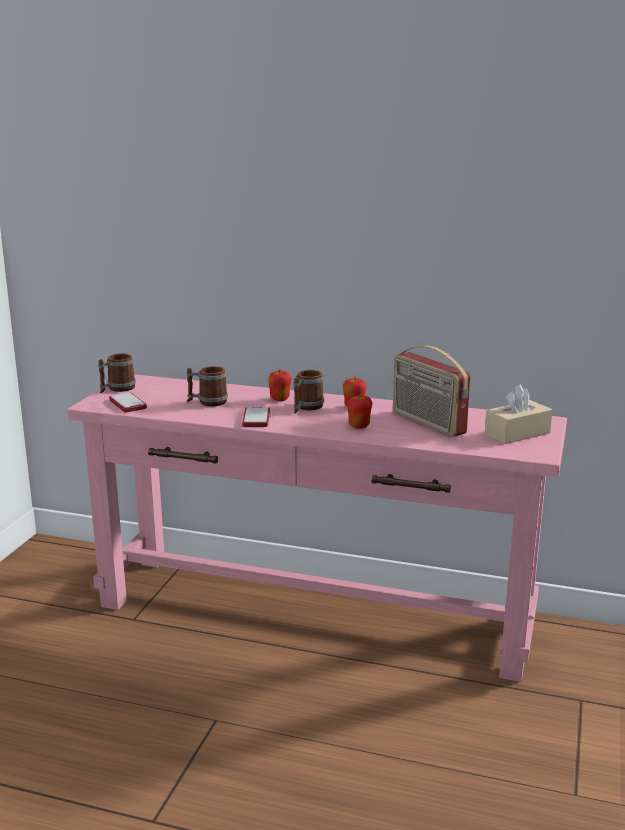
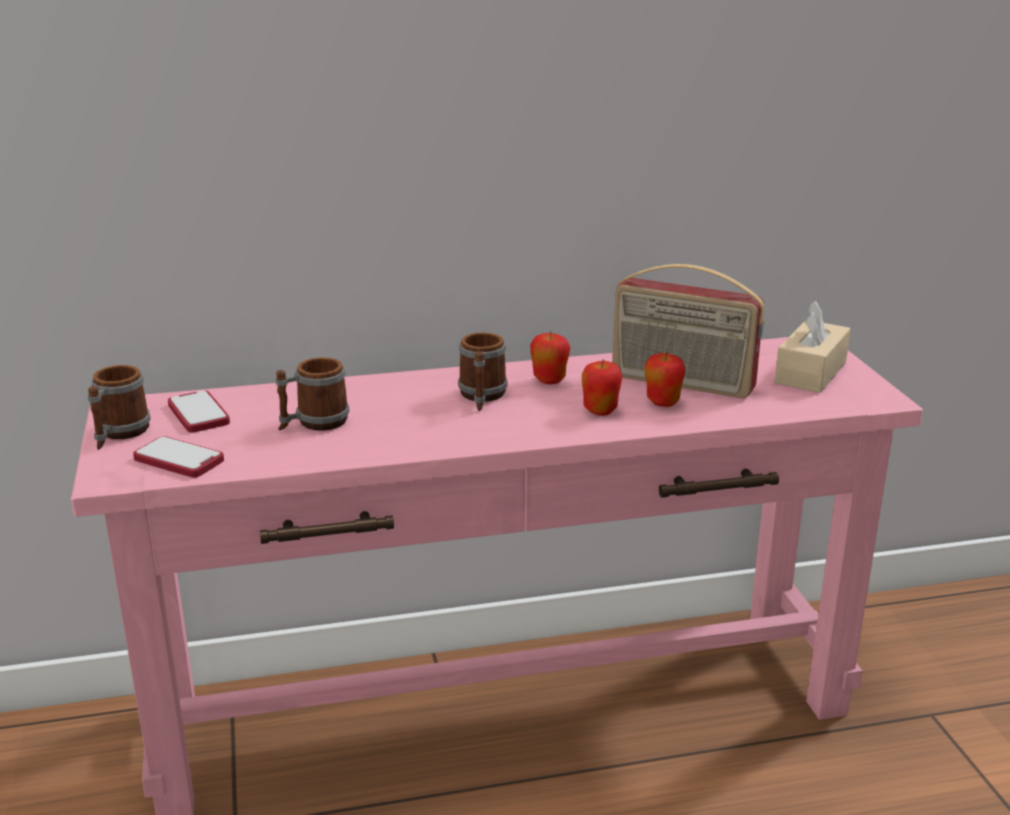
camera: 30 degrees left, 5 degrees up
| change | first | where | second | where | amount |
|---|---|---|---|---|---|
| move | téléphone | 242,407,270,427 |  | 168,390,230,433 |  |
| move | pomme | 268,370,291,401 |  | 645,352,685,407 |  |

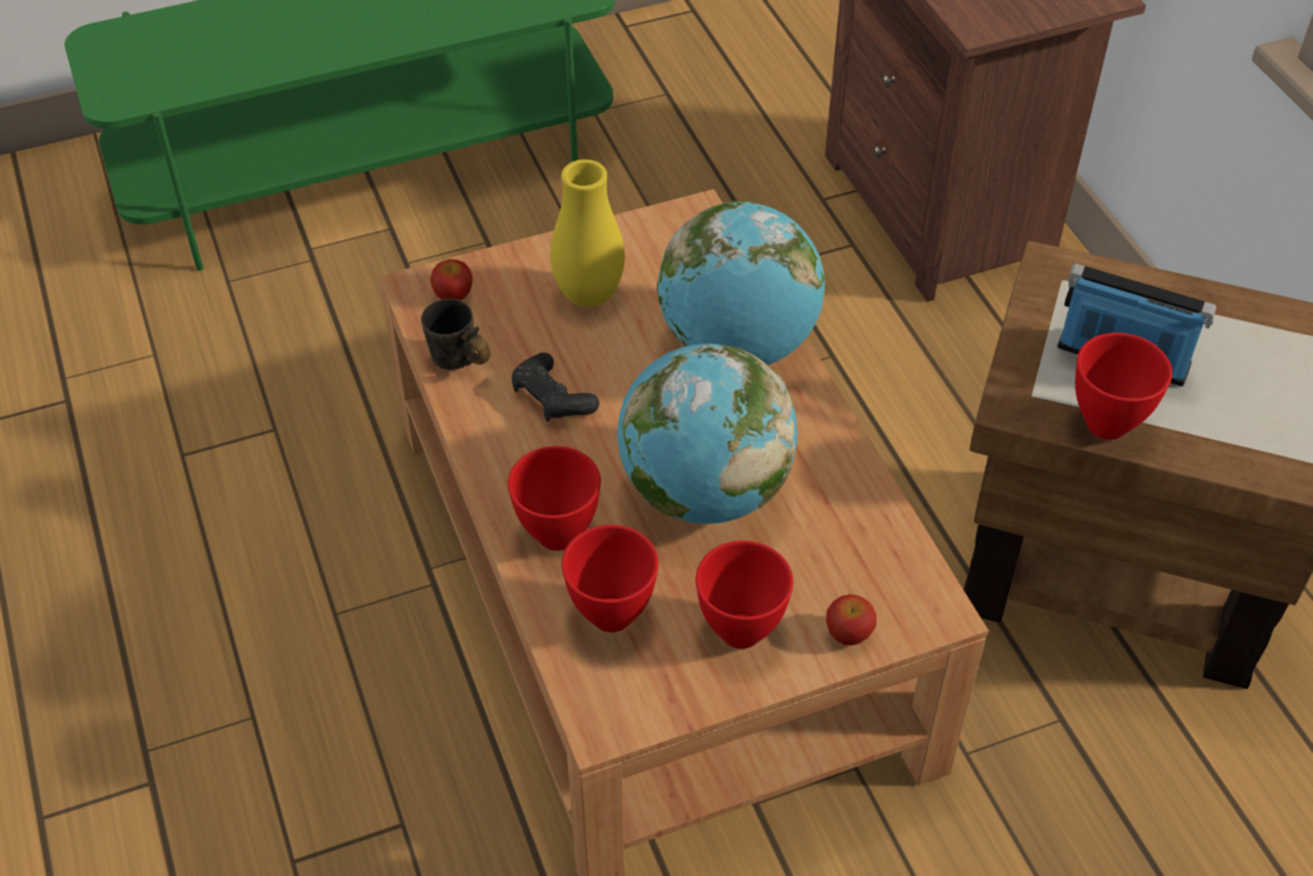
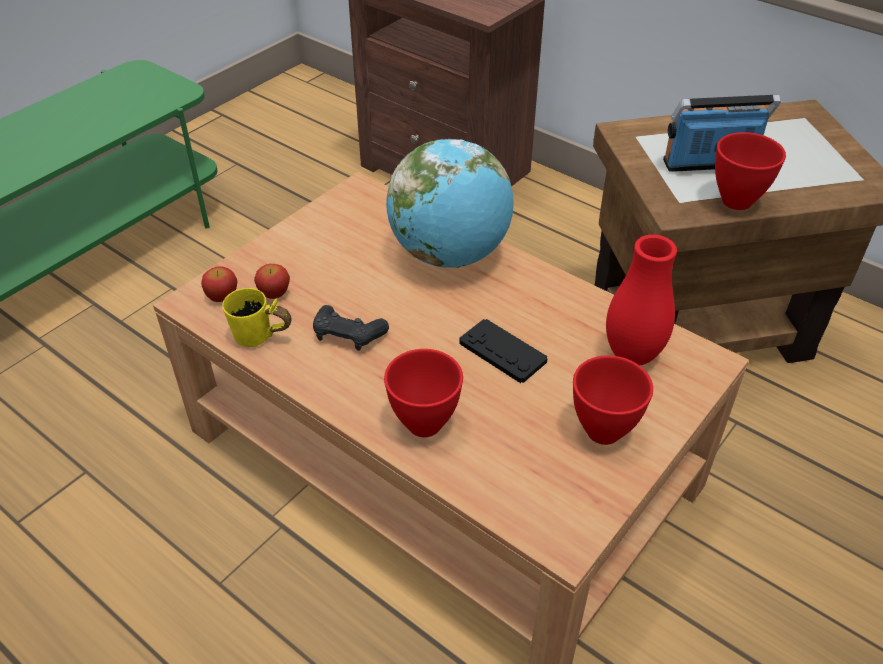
camera: 30 degrees left, 5 degrees down
| change | first | where | second | where | amount |
|---|---|---|---|---|---|
| recolor | mug (gris) | 421,299,491,370 | mug (jaune) | 222,288,292,347 |  |
| delete | vase (jaune) | 550,159,625,307 |  |  |  |
| delete | bol (rouge) | 562,525,659,632 |  |  |  |
| replace | globe | 617,343,798,524 | manette (noir) | 459,319,548,383 |  |
| move | pomme | 826,594,876,645 |  | 254,264,290,299 |  |
| insert |  |  | vase (rouge) | 606,235,677,366 |  |

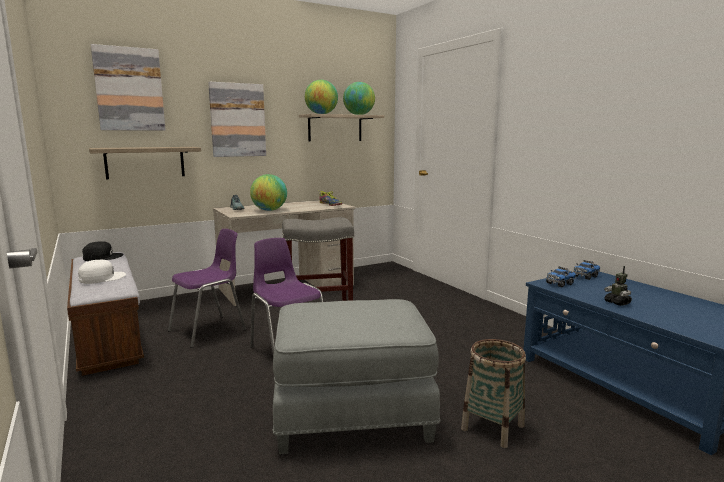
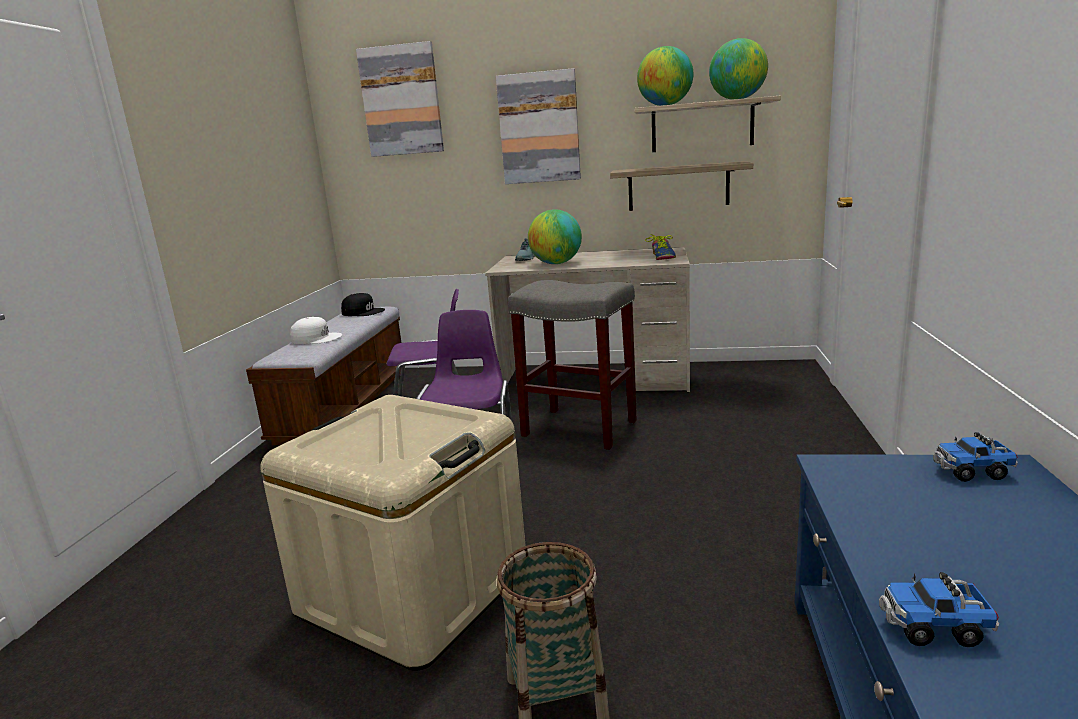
camera: 40 degrees right, 5 degrees up
| change | first | where | second | where | amount |
|---|---|---|---|---|---|
| move | étagère | 89,147,201,179 |  | 610,161,753,211 |  |
| replace | pouf (gris) | 273,299,440,454 | boîte de rangement (beige) | 260,395,526,671 |  |
| move | camion jouet | 546,266,576,287 |  | 879,572,999,647 |  |
| delete | robot jouet | 604,266,632,306 |  |  |  |

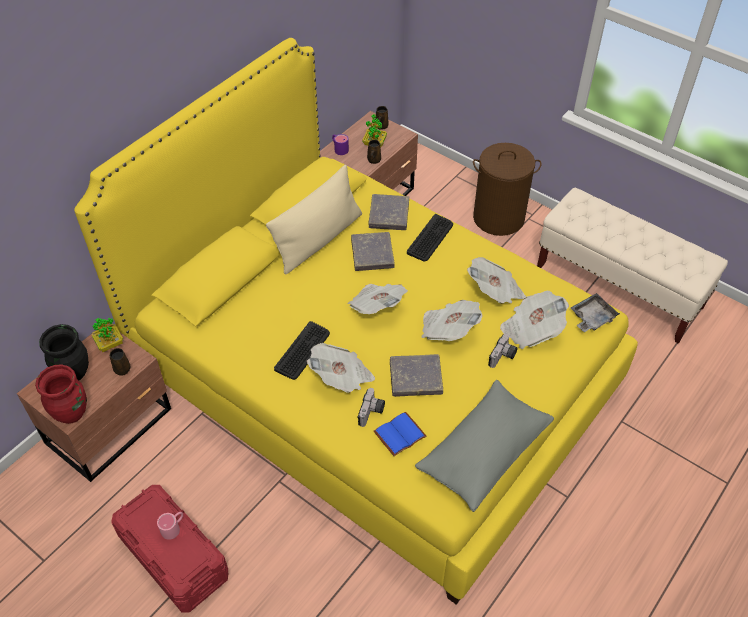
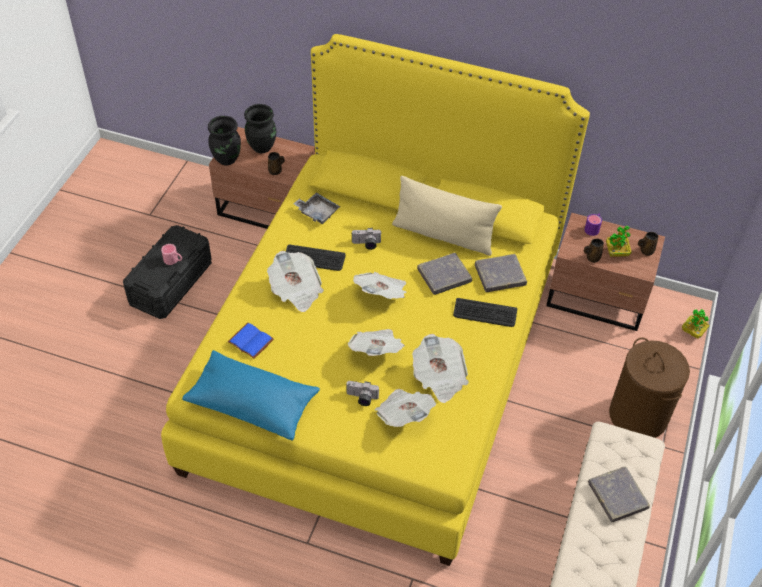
camera: 70 degrees right, 0 degrees up
| change | first | where | second | where | amount |
|---|---|---|---|---|---|
| recolor | vase (rouge) | 35,364,87,424 | vase (noir) | 208,116,241,165 |  |
| move | plante en pot | 91,318,124,352 |  | 682,309,710,339 |  |
| recolor | boîte de rangement (rouge) | 111,485,229,613 | boîte de rangement (noir) | 123,225,212,319 |  |
| move | appareil photo | 357,388,385,427 |  | 352,228,382,250 |  |
| move | livre (gris) | 390,354,443,397 |  | 588,466,650,523 |  |
| recolor | coussin (gris) | 415,380,554,512 | coussin (bleu) | 182,350,320,441 |  |
| move | plateau (gris) | 571,293,620,332 |  | 293,192,340,224 |  |

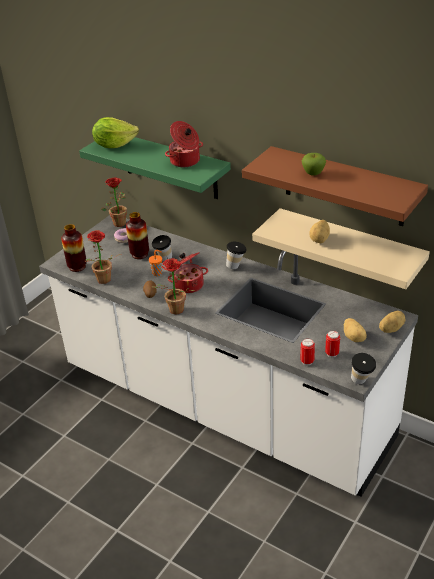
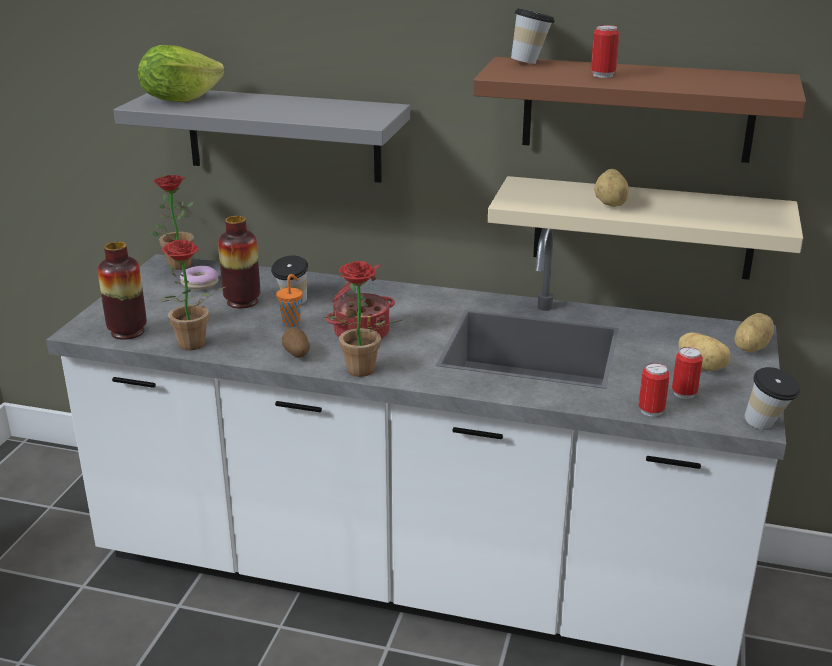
camera: 20 degrees left, 10 degrees down
| change | first | where | second | where | amount |
|---|---|---|---|---|---|
| recolor | étagère (vert) | 79,137,231,199 | étagère (gris) | 114,90,410,183 |  |
| delete | marmite | 165,121,203,167 |  |  |  |
| move | tasse | 226,242,247,269 |  | 511,8,555,64 |  |
| replace | pomme | 302,153,326,176 | boîte métallique | 591,25,619,78 |  |

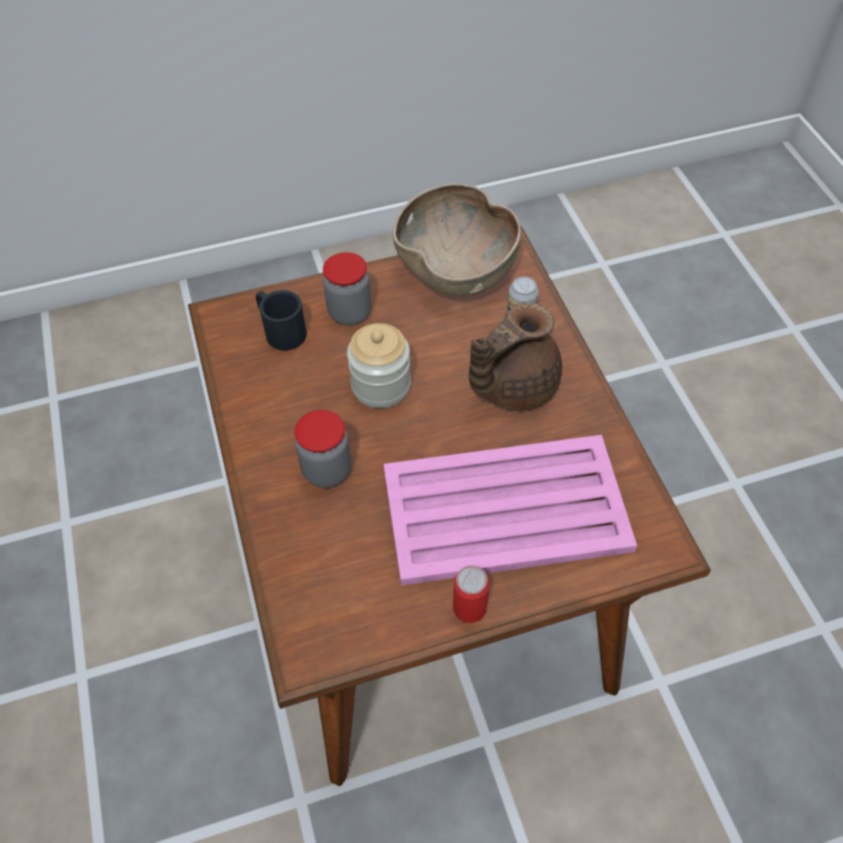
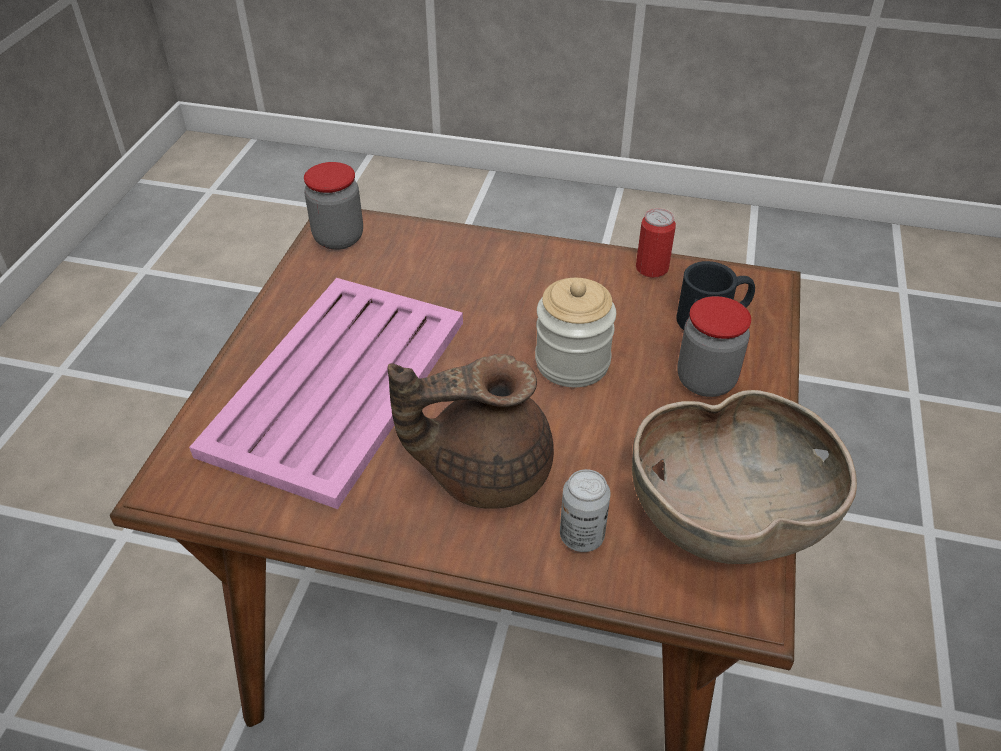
camera: 120 degrees right, 10 degrees down
| change | first | where | second | where | amount |
|---|---|---|---|---|---|
| move | bocal | 295,410,351,488 |  | 304,162,363,250 |  |
| move | boîte métallique | 453,565,490,623 |  | 636,208,676,278 |  |
| rotate | théière (marron) | 469,302,562,411 |  | 387,354,554,509 | 90 degrees counterclockwise |

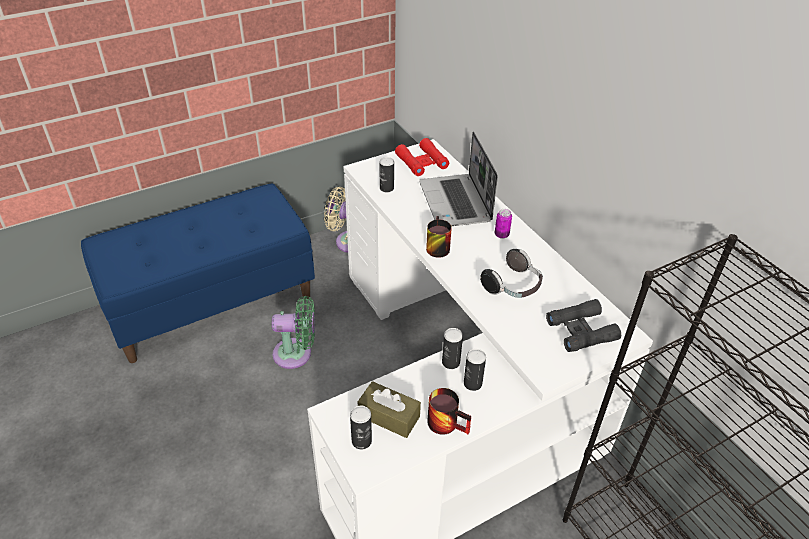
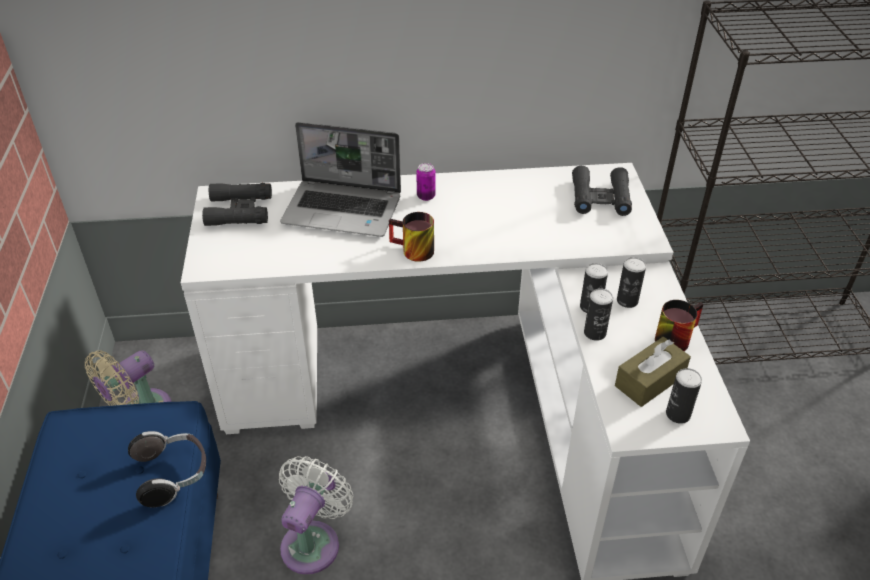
camera: 65 degrees left, 0 degrees up
| change | first | where | second | where | amount |
|---|---|---|---|---|---|
| recolor | ventilateur (vert) | 272,296,315,369 | ventilateur (blanc) | 279,456,353,574 |  |
| move | boîte métallique | 379,157,394,192 |  | 584,288,613,341 |  |
| recolor | jumelles (rouge) | 395,138,449,176 | jumelles (noir) | 202,183,272,226 |  |
| move | casque audio | 480,249,543,298 |  | 128,431,206,507 |  |

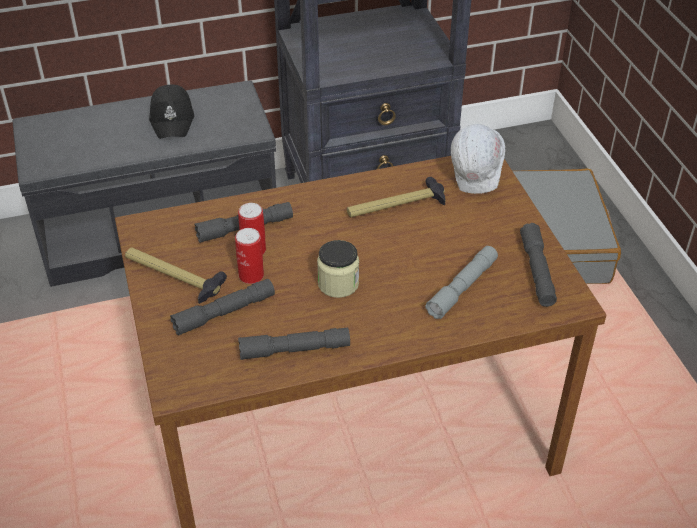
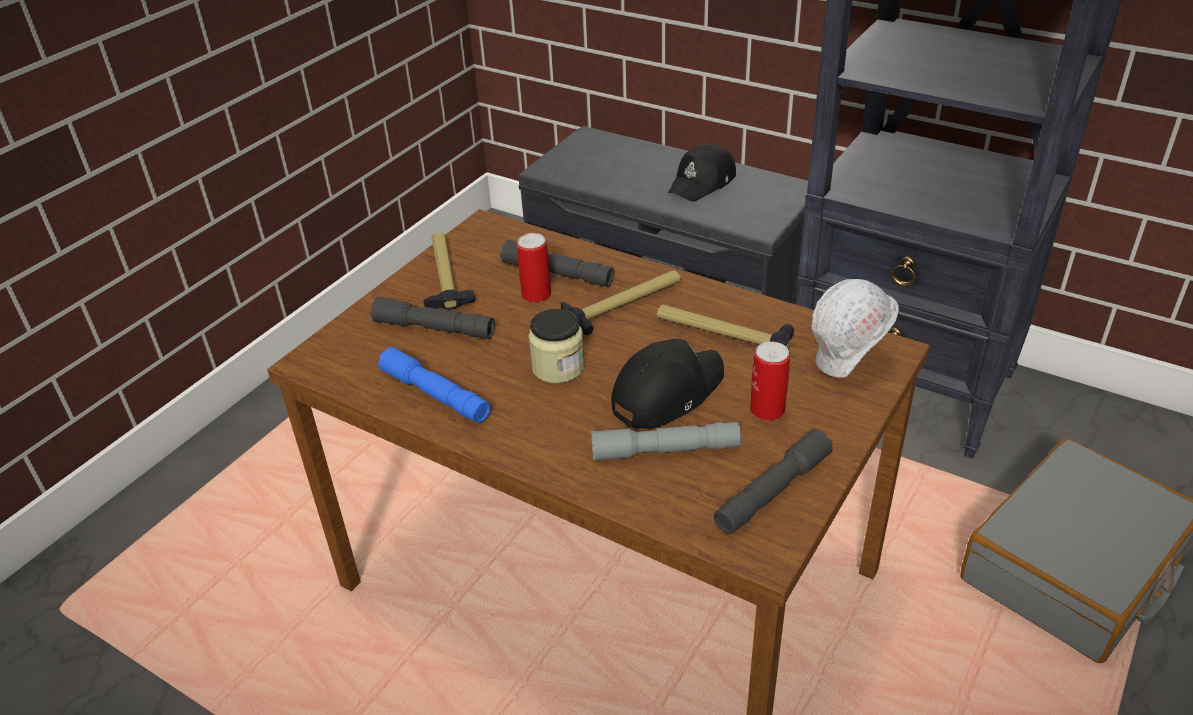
camera: 50 degrees right, 5 degrees down
| change | first | where | second | where | amount |
|---|---|---|---|---|---|
| move | boîte métallique | 235,228,264,284 |  | 750,342,790,421 |  |
| recolor | lampe de poche (gris) | 238,328,350,360 | lampe de poche (bleu) | 378,347,491,423 |  |
| insert |  |  | marteau | 561,270,681,335 |  |
| insert |  |  | casquette (noir) | 611,339,724,429 |  |

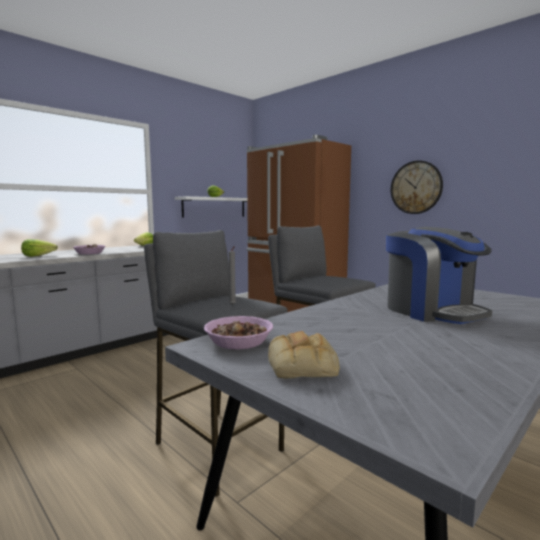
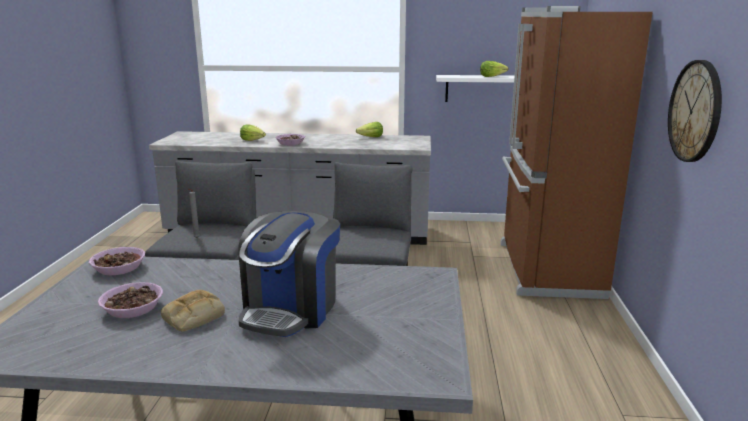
camera: 50 degrees right, 10 degrees up
| change | first | where | second | where | amount |
|---|---|---|---|---|---|
| move | pain | 268,331,340,379 |  | 161,290,225,332 |  |
| insert |  |  | bol | 98,282,163,318 |  |

